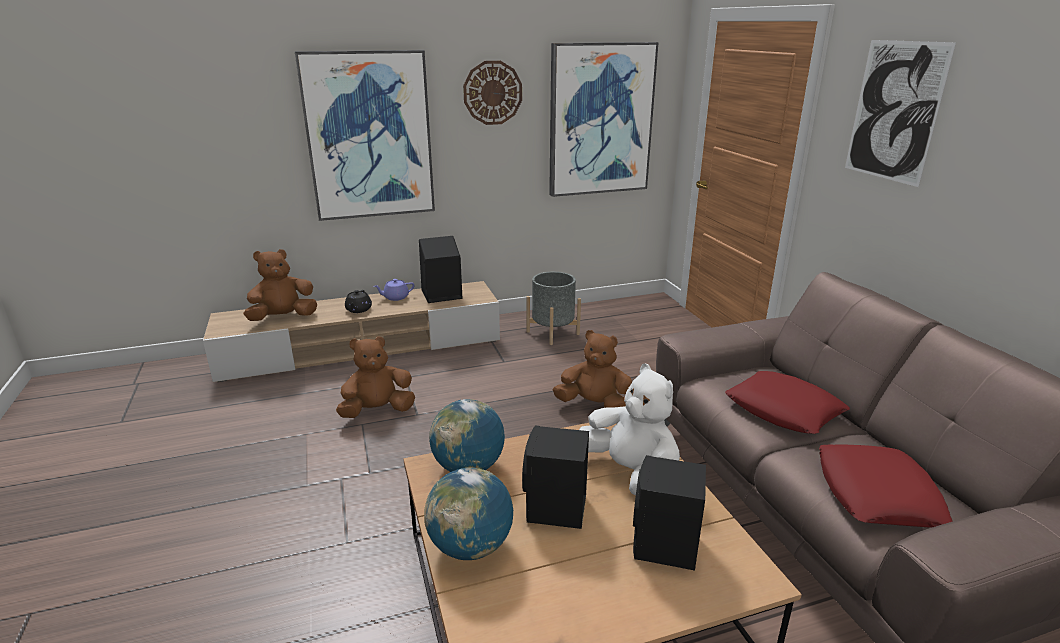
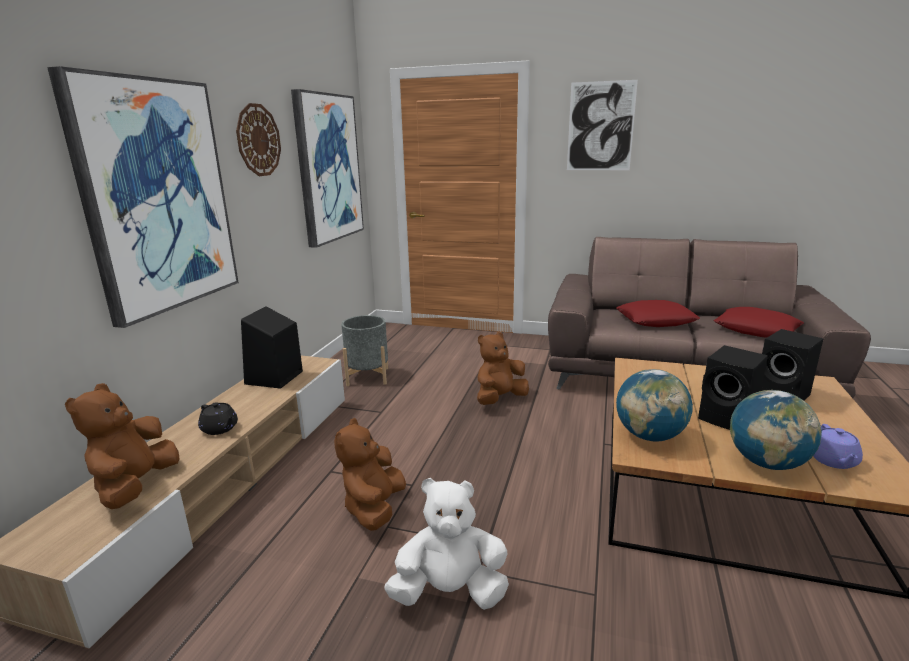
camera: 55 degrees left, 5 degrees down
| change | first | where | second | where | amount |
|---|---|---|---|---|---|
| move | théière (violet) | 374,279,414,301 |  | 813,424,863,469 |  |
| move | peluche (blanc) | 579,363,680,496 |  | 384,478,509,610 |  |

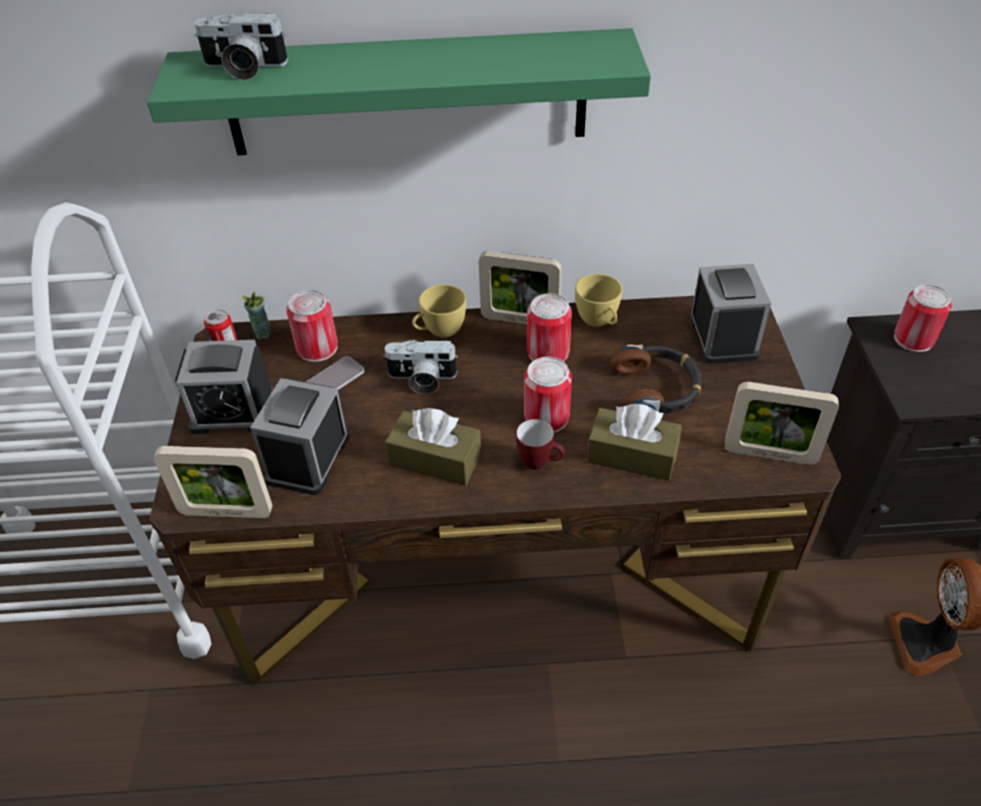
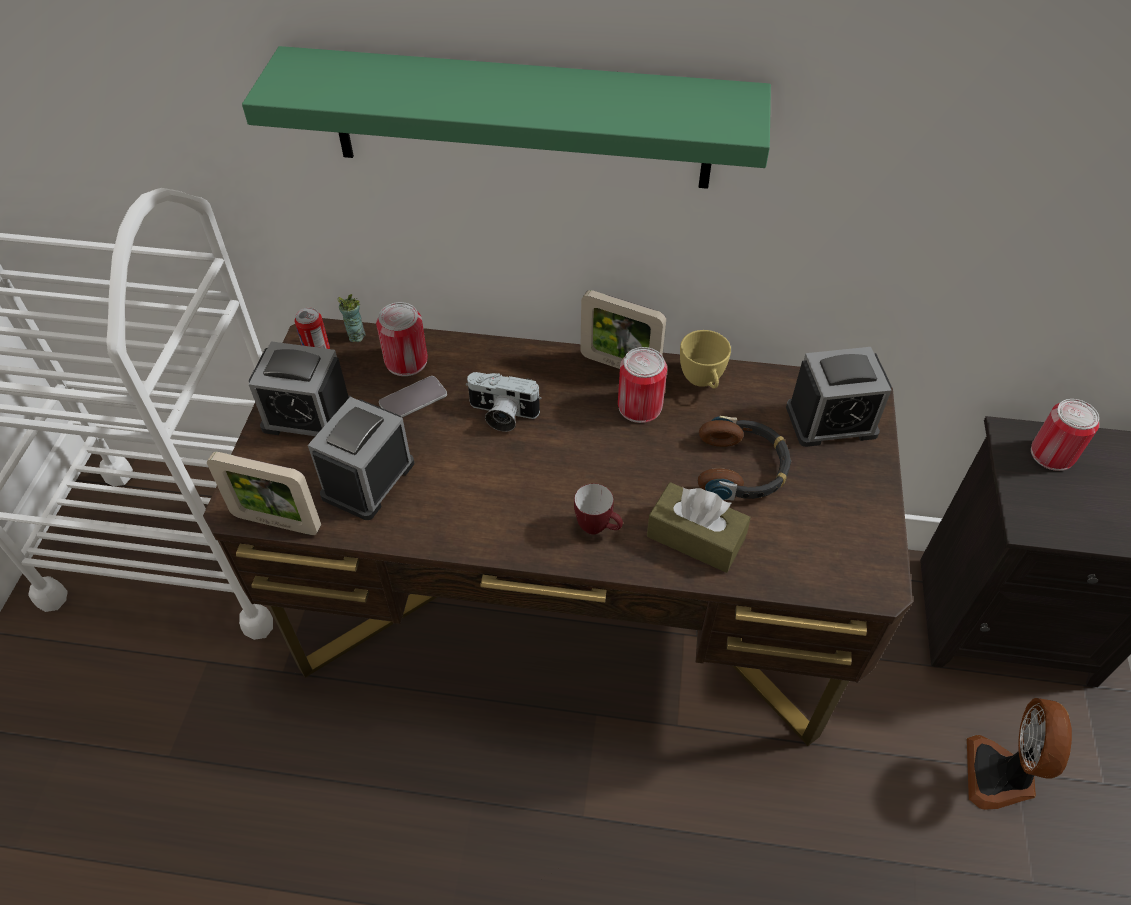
camera: 10 degrees right, 5 degrees up
| change | first | where | second | where | amount |
|---|---|---|---|---|---|
| delete | appareil photo | 194,13,288,80 |  |  |  |
| delete | boîte à mouchoirs (marron) | 385,408,481,486 |  |  |  |
| delete | tasse (jaune) | 412,284,466,338 |  |  |  |
| delete | boîte métallique | 524,357,572,433 |  |  |  |
| rotate | réveil | 690,264,771,364 |  | 786,347,892,447 | 75 degrees clockwise |
| delete | cadre photo | 725,382,839,465 |  |  |  |

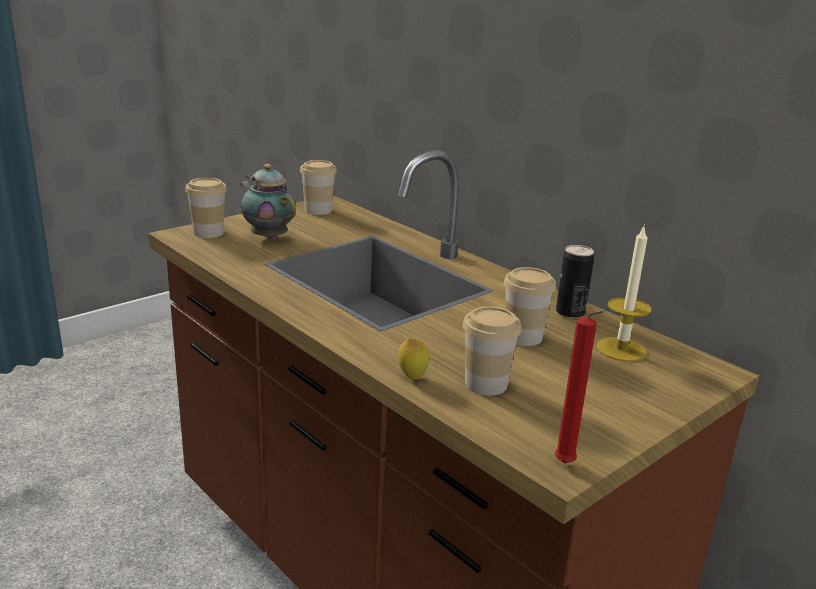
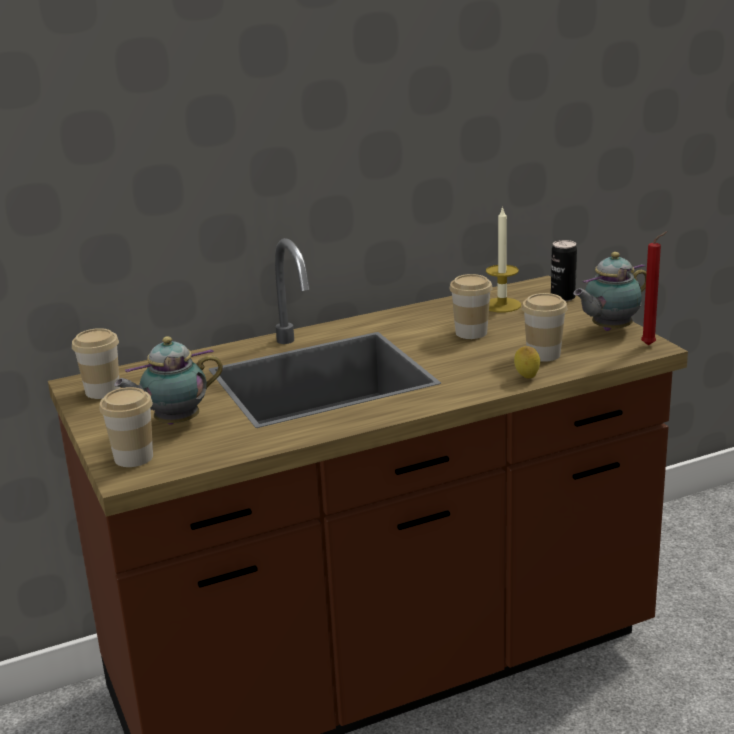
camera: 70 degrees left, 0 degrees up
| change | first | where | second | where | amount |
|---|---|---|---|---|---|
| move | boîte métallique | 556,245,594,318 |  | 551,240,577,301 |  |
| insert |  |  | théière | 573,252,647,331 |  |

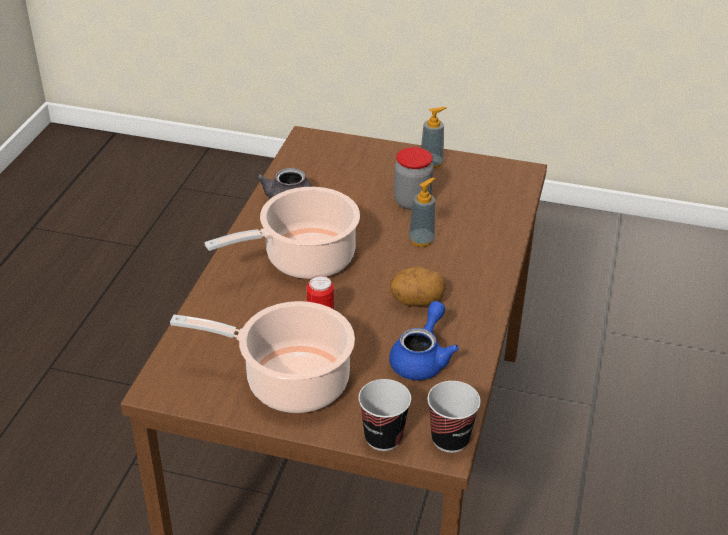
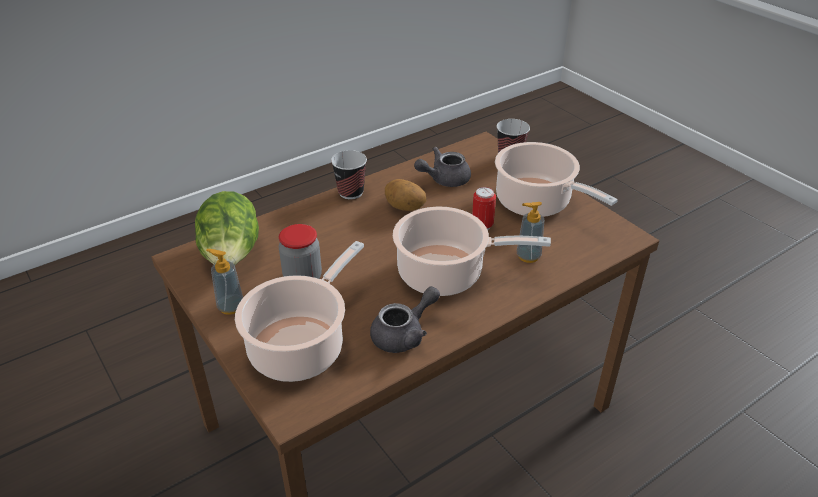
camera: 140 degrees left, 0 degrees up
| change | first | where | second | where | amount |
|---|---|---|---|---|---|
| recolor | théière (bleu) | 389,301,459,380 | théière (gris) | 414,147,471,187 |  |
| move | distributeur de savon | 409,178,435,247 |  | 517,202,544,263 |  |
| move | tasse | 428,381,481,453 |  | 331,150,367,199 |  |
| insert |  |  | laitue | 195,191,259,265 |  |
| insert |  |  | marmite | 235,241,364,382 |  |

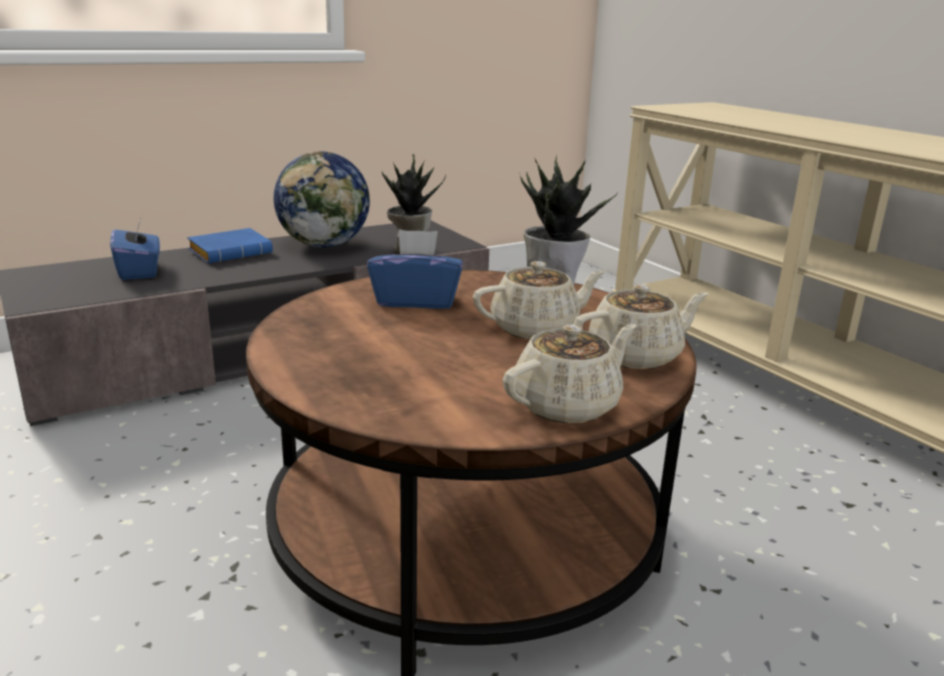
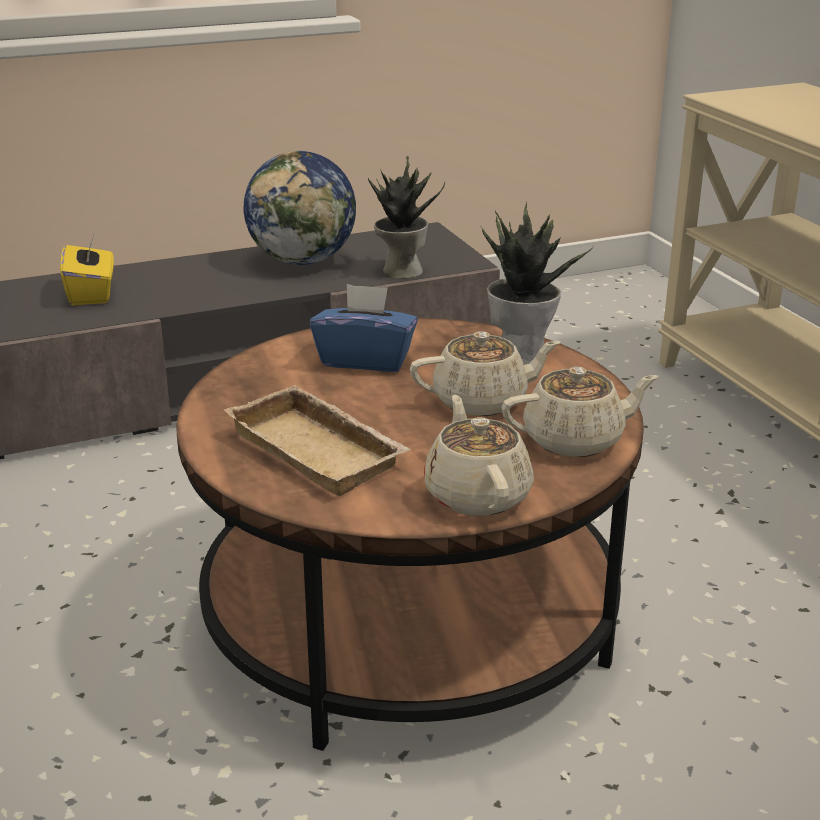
camera: 10 degrees right, 5 degrees up
| change | first | where | second | where | amount |
|---|---|---|---|---|---|
| recolor | boîte à mouchoirs (bleu) | 110,217,160,280 | boîte à mouchoirs (jaune) | 60,235,114,305 |  |
| delete | livre (bleu) | 187,228,273,263 |  |  |  |
| rotate | théière (beige) | 503,324,637,423 |  | 424,395,534,516 | 75 degrees counterclockwise |
| insert |  |  | plateau (beige) | 224,385,411,496 |  |

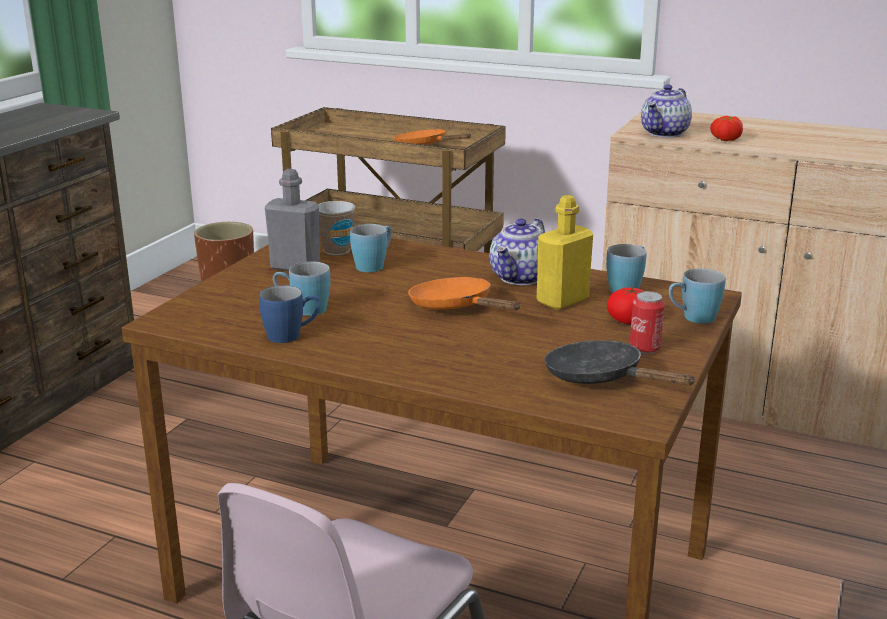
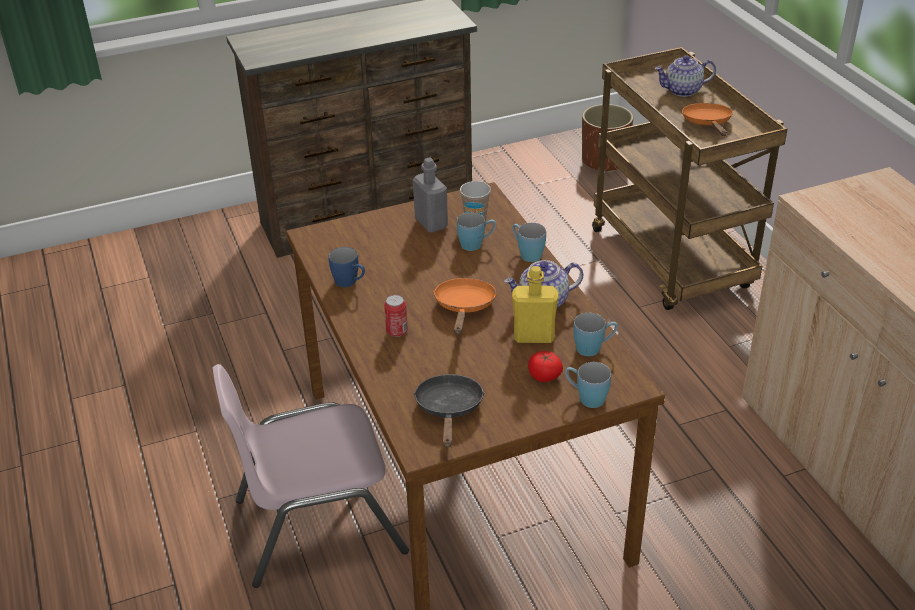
camera: 45 degrees right, 15 degrees up
| change | first | where | second | where | amount |
|---|---|---|---|---|---|
| move | mug (bleu) | 273,262,330,316 |  | 512,223,546,262 |  |
| move | boîte métallique | 630,291,665,354 |  | 384,295,408,337 |  |
| move | théière | 641,84,692,137 |  | 655,55,716,97 |  |
| delete | tomate | 710,116,743,141 |  |  |  |

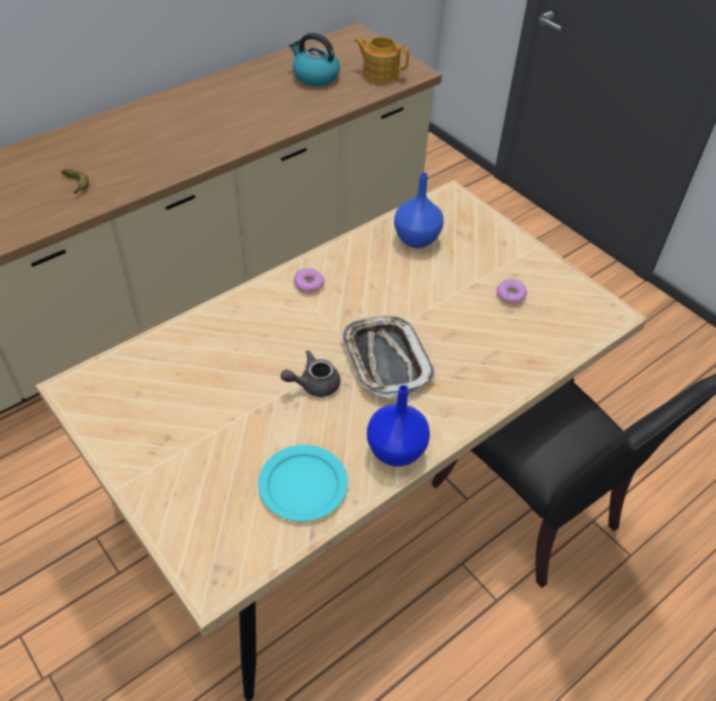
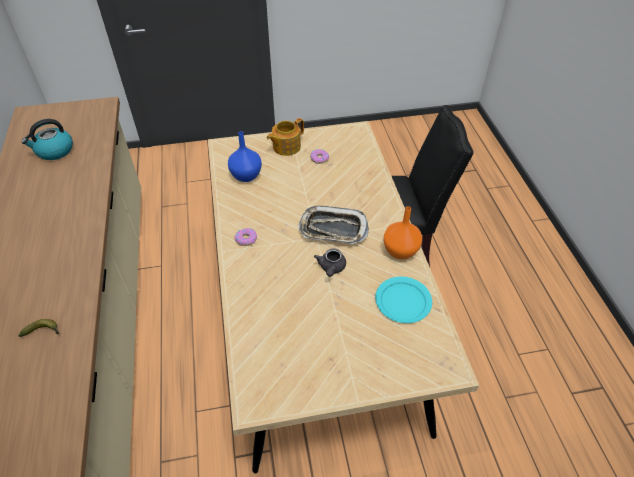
camera: 60 degrees left, 0 degrees up
| change | first | where | second | where | amount |
|---|---|---|---|---|---|
| move | théière | 354,36,409,83 |  | 267,118,304,156 |  |
| recolor | vase (bleu) | 367,385,430,467 | vase (orange) | 383,206,422,259 |  |

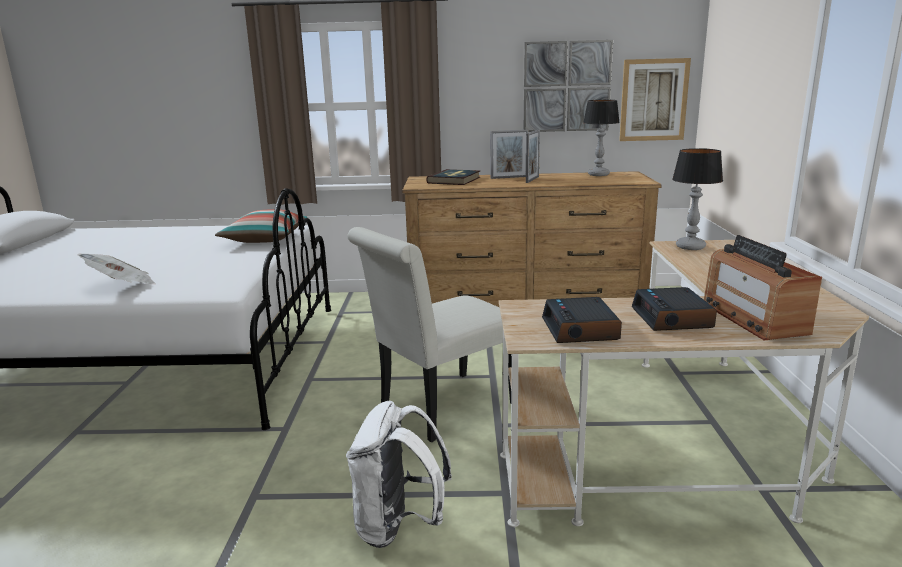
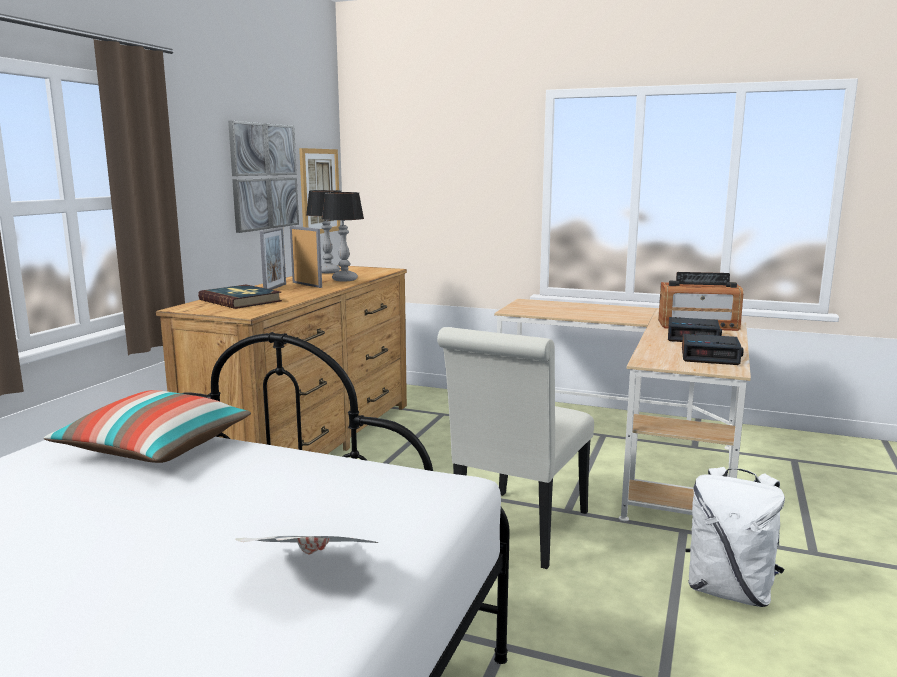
camera: 70 degrees left, 5 degrees down
| change | first | where | second | where | amount |
|---|---|---|---|---|---|
| rotate | chaise (blanc) | 347,227,512,442 |  | 437,327,594,569 | 45 degrees clockwise |
| move | lampe de table | 672,148,723,250 |  | 322,192,364,281 |  |

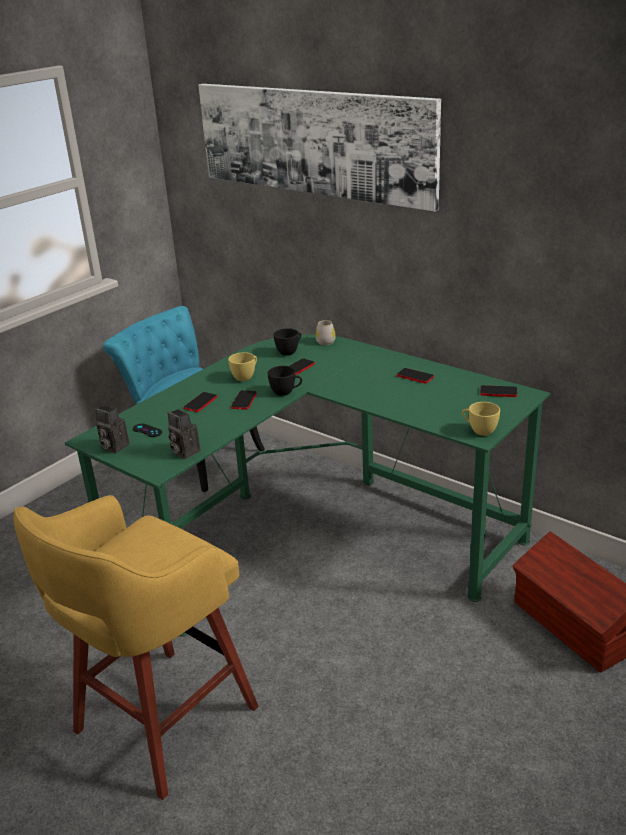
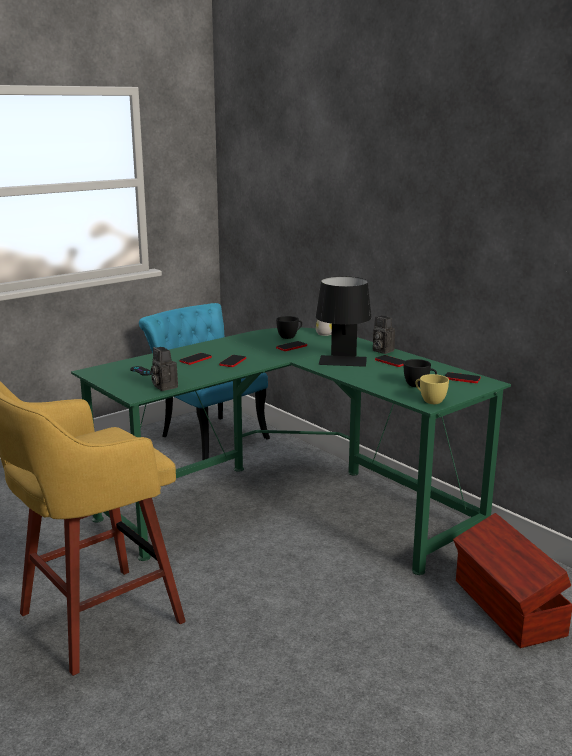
camera: 10 degrees right, 10 degrees down
| change | first | where | second | where | amount |
|---|---|---|---|---|---|
| move | appareil photo | 95,405,129,454 |  | 373,316,395,354 |  |
| delete | tableau | 198,84,441,211 |  |  |  |
| delete | tasse (jaune) | 228,352,257,381 |  |  |  |
| move | tasse (noir) | 268,366,302,396 |  | 404,359,437,387 |  |
| insert |  |  | lampe de table (noir) | 316,276,372,367 |  |

